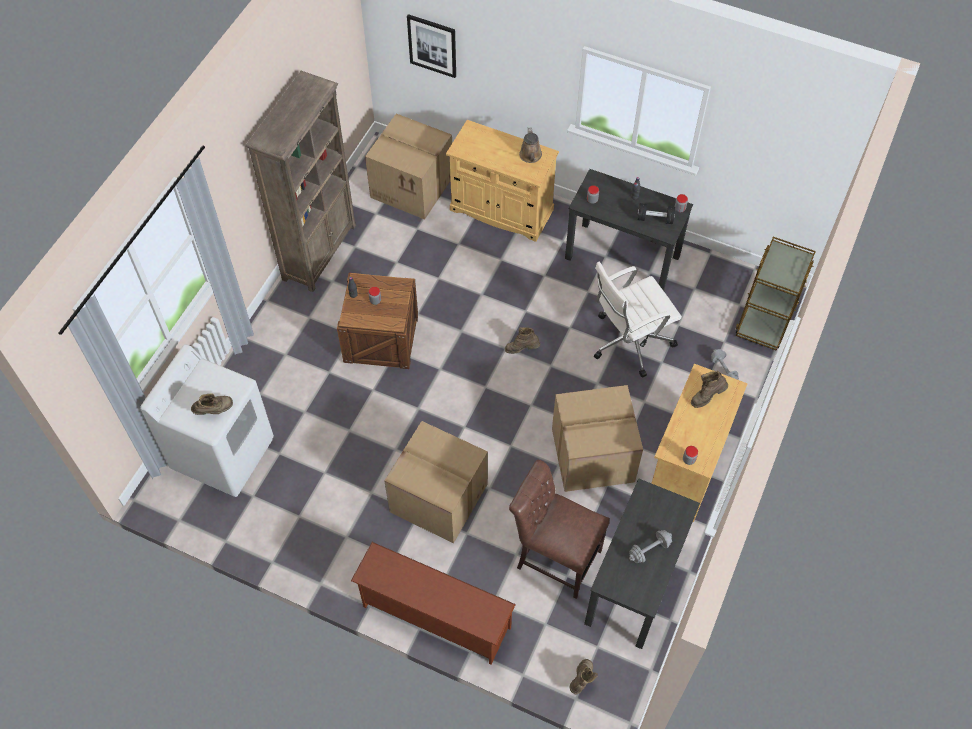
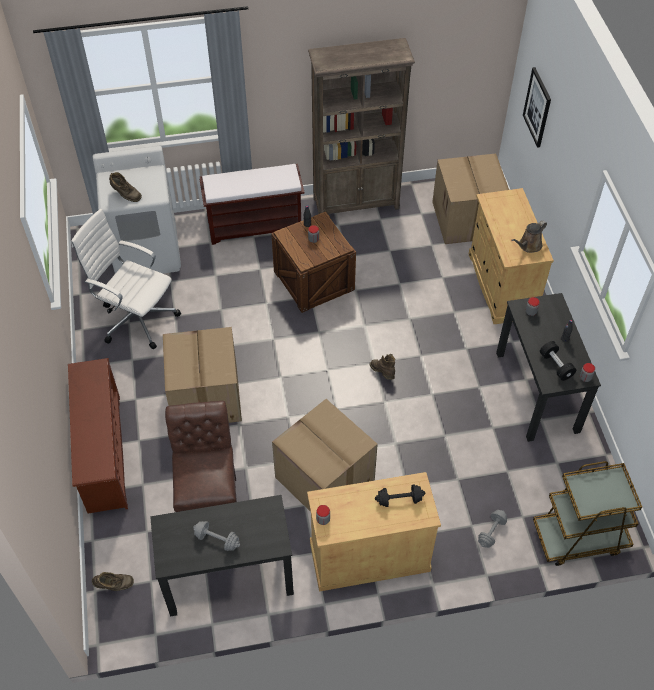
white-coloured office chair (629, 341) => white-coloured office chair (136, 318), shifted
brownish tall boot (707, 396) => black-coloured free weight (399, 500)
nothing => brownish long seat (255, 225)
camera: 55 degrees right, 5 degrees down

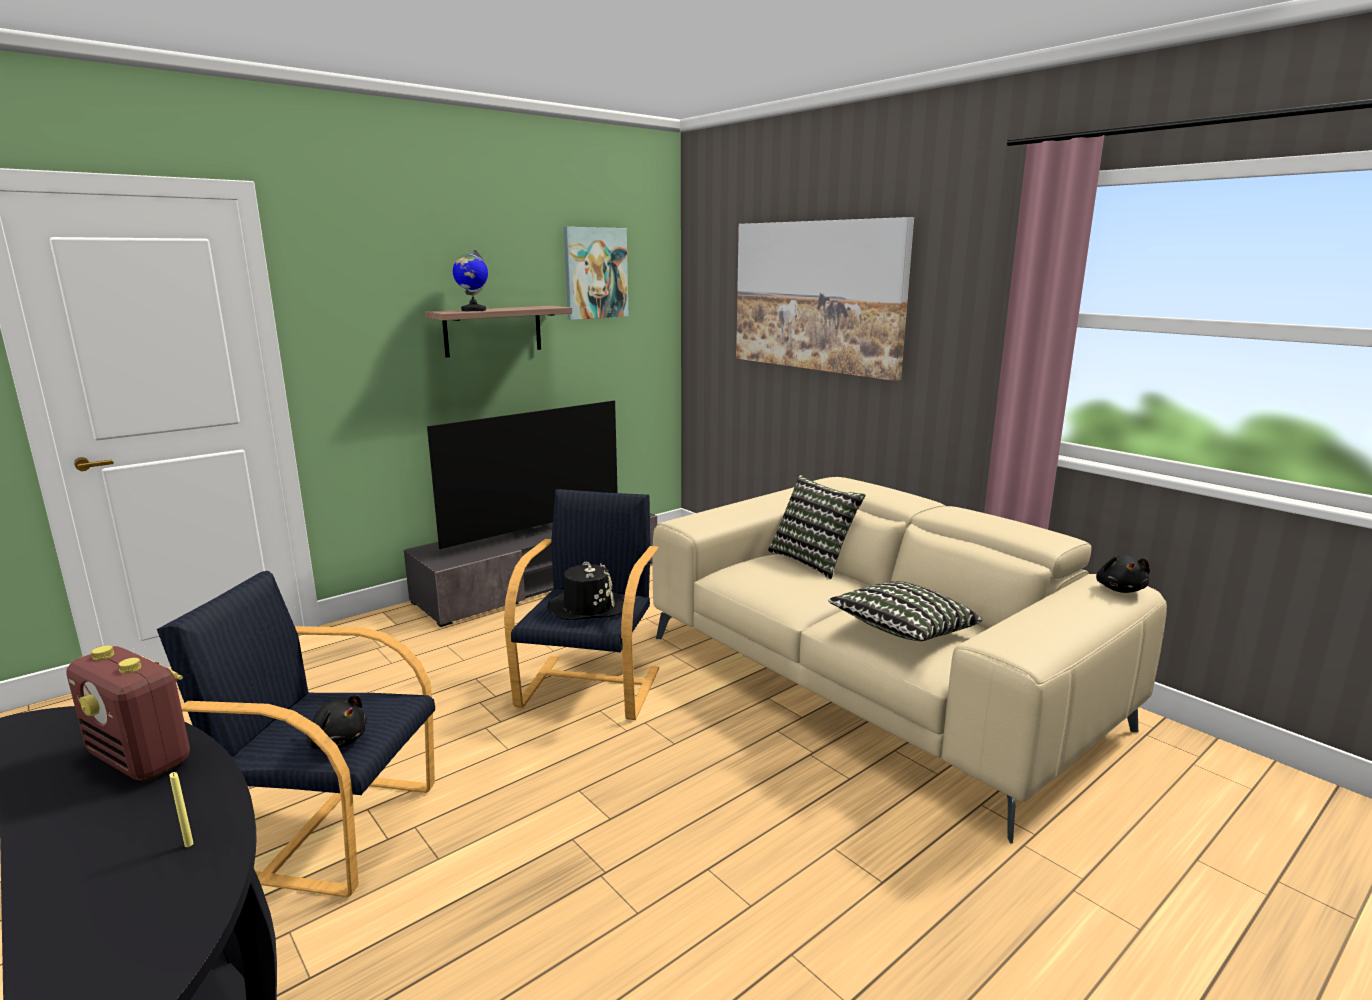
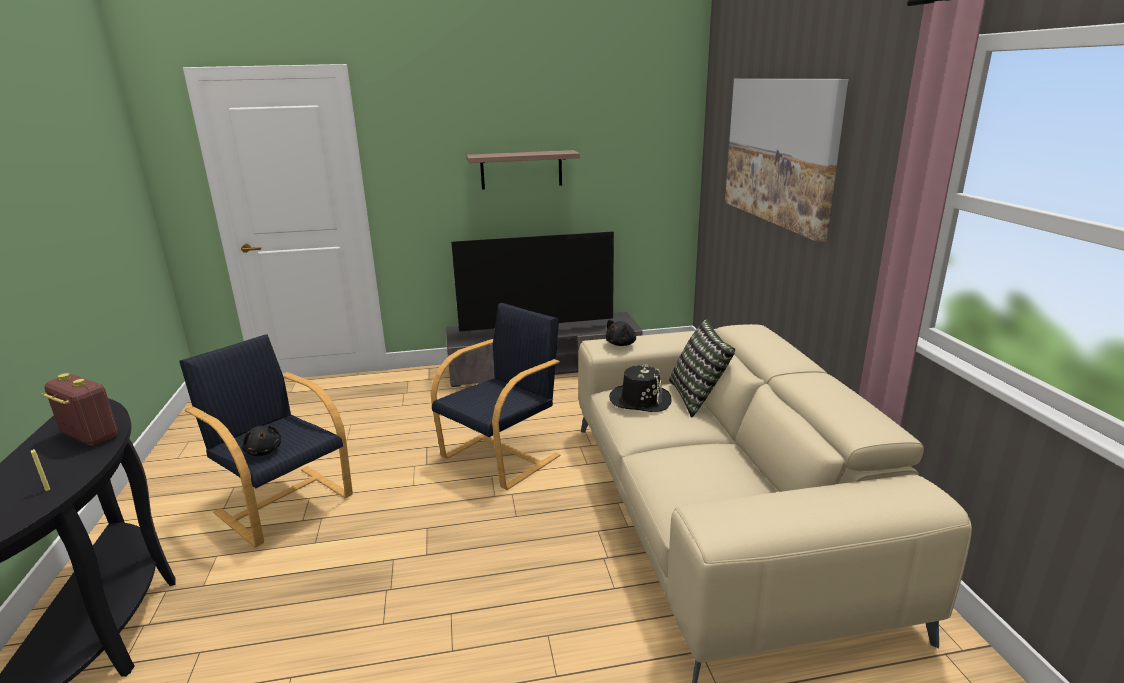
picture (595, 273) => nothing
globe (473, 310) => nothing
black-coloured soft toy (1120, 589) => black-coloured soft toy (622, 344), shifted
black-coloured wearable hat (587, 607) => black-coloured wearable hat (640, 400), shifted
pillow (902, 632) => nothing
radio (141, 759) => radio (89, 436), 150 degrees clockwise
camera: 30 degrees right, 5 degrees up

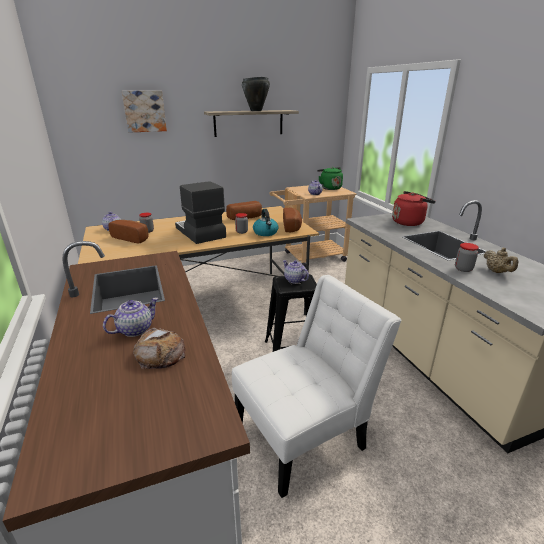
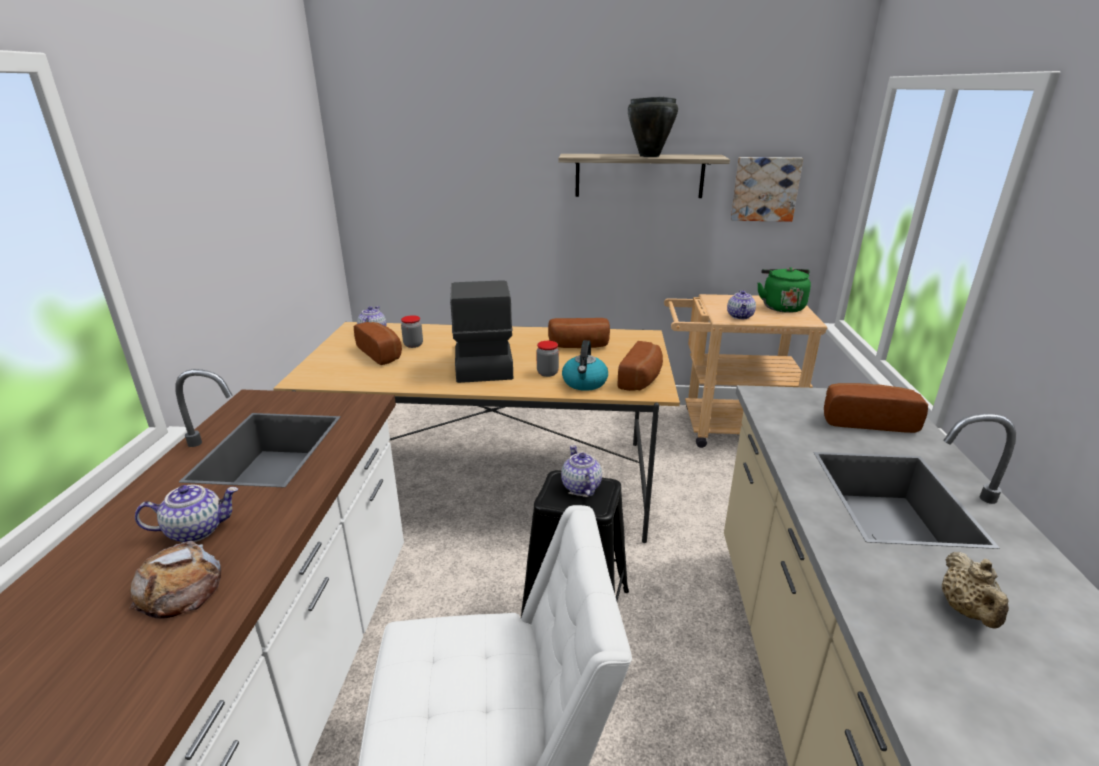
picture (144, 111) => picture (764, 189), shifted
red water kettle (409, 222) => bakery bread (866, 420)
preserve jar (463, 269) => nothing
camera: 25 degrees right, 0 degrees up

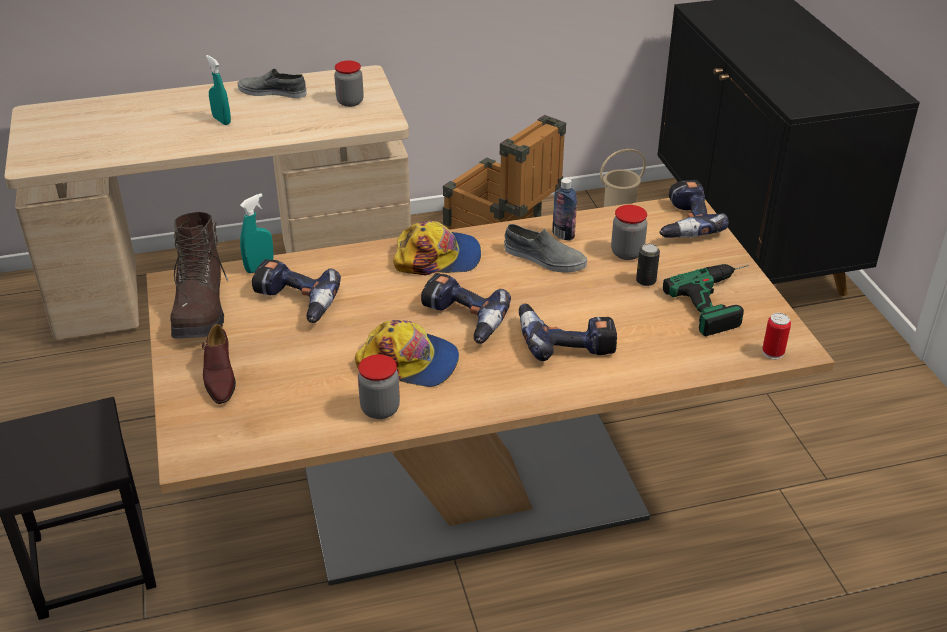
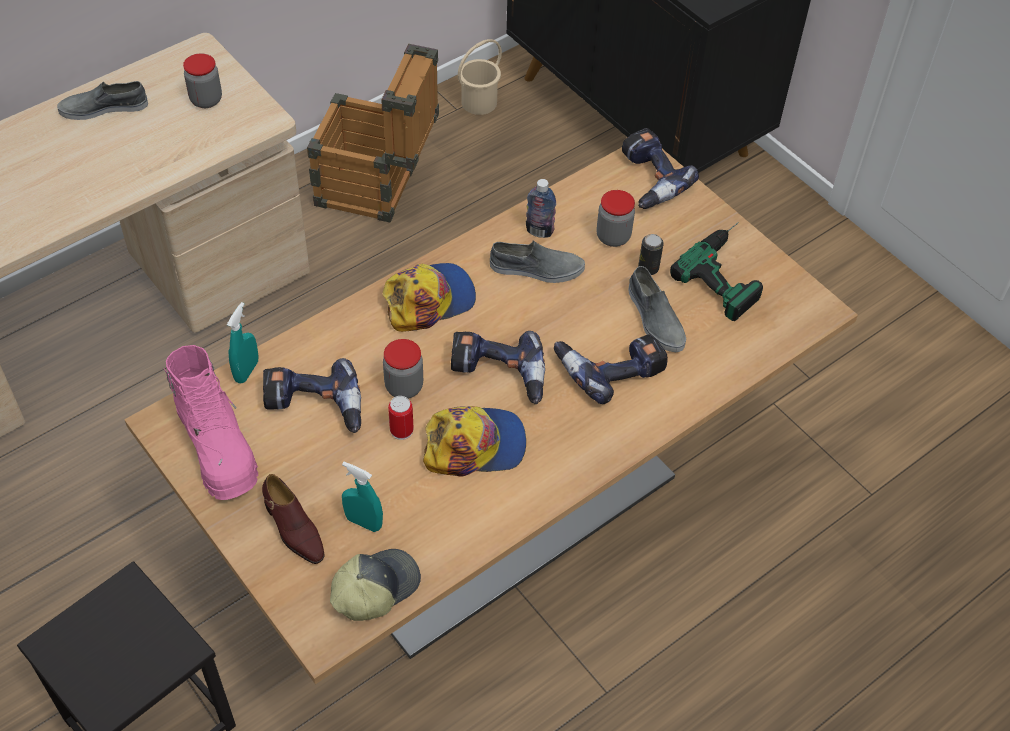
blue-green sprayer (221, 120) => blue-green sprayer (363, 522), shifted
brownish tall boot (201, 309) => pink-coloured tall boot (218, 448)
metal can (773, 352) => metal can (401, 430), shifted
preserve jar (380, 409) => preserve jar (404, 387), shifted
nothing => grey shoe (654, 318)
nothing => peaked cap (374, 588)
camera: 25 degrees left, 15 degrees up

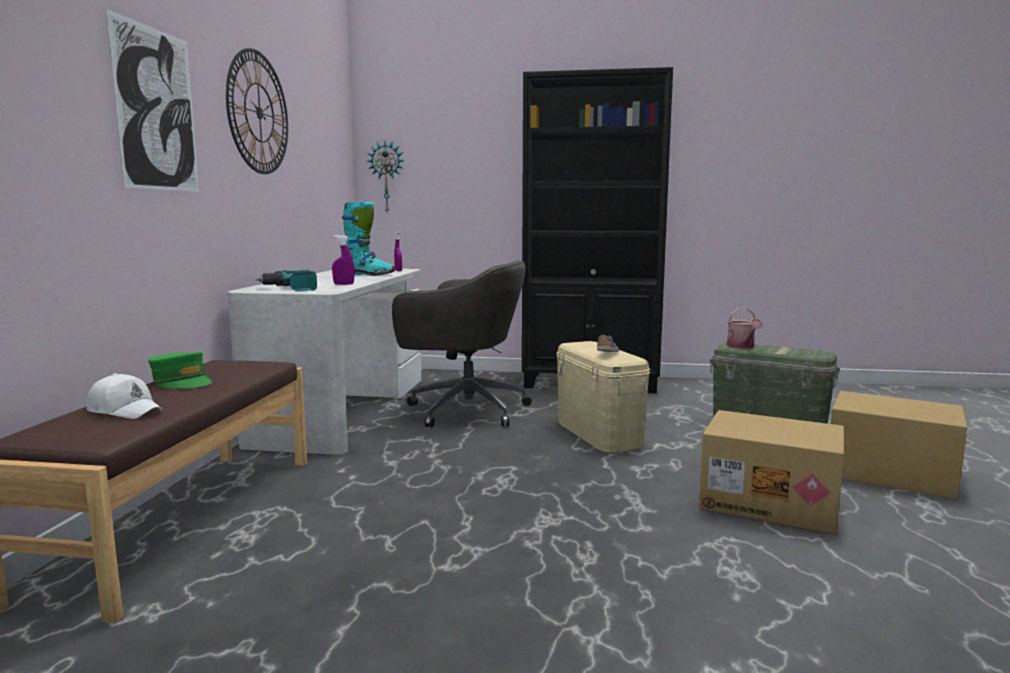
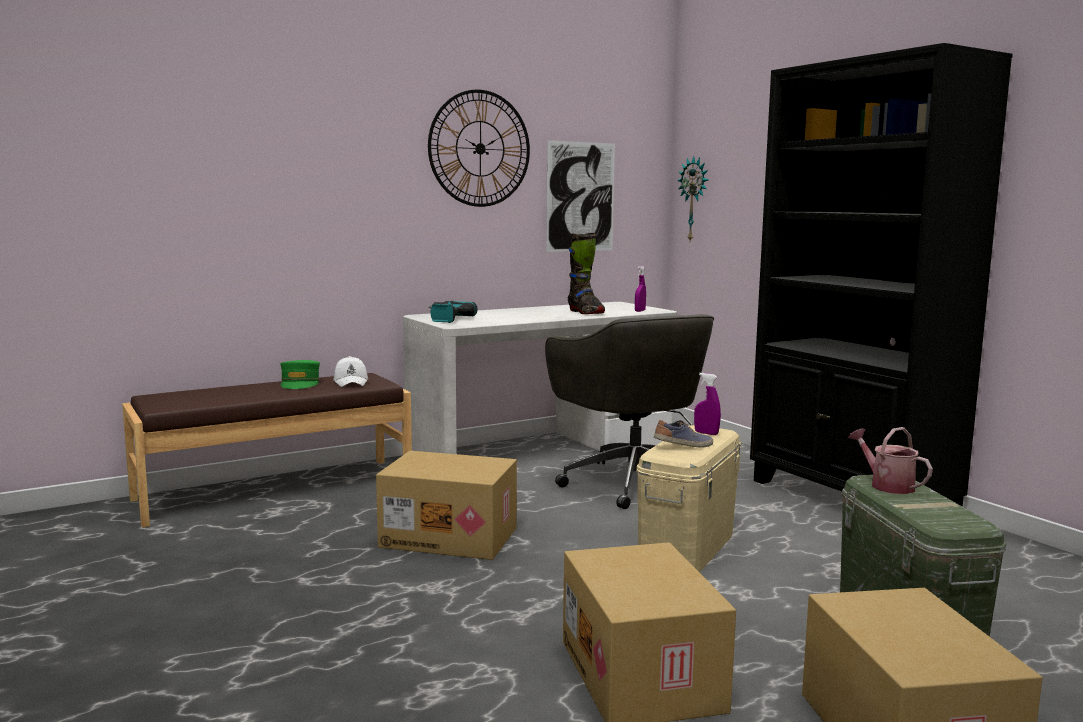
picture (157, 109) => picture (580, 197), shifted
blue-green tall boot (369, 275) => black-coloured tall boot (585, 312)
purple sprayer (343, 284) => purple sprayer (706, 433), shifted
sprinkling can (742, 346) => sprinkling can (887, 485), 105 degrees clockwise
white-coloured peaked cap (125, 410) => white-coloured peaked cap (351, 382), shifted
nothing => packing box (451, 537)
camera: 50 degrees right, 0 degrees up

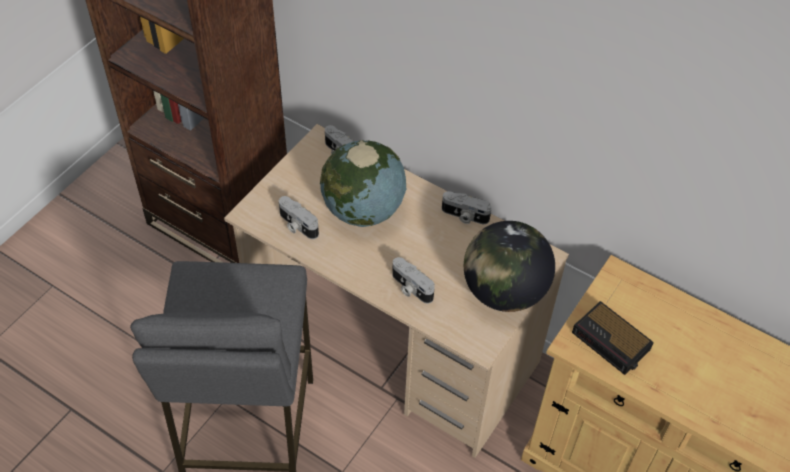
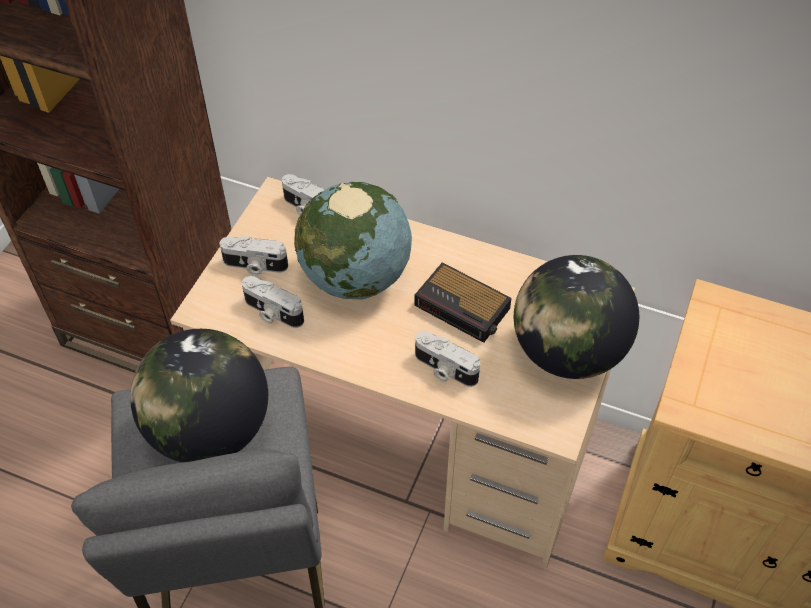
photo camera (464, 216) => photo camera (254, 266), shifted
bedside clock (612, 342) => bedside clock (464, 308), shifted
nothing => globe (210, 430)
camera: 10 degrees left, 0 degrees up

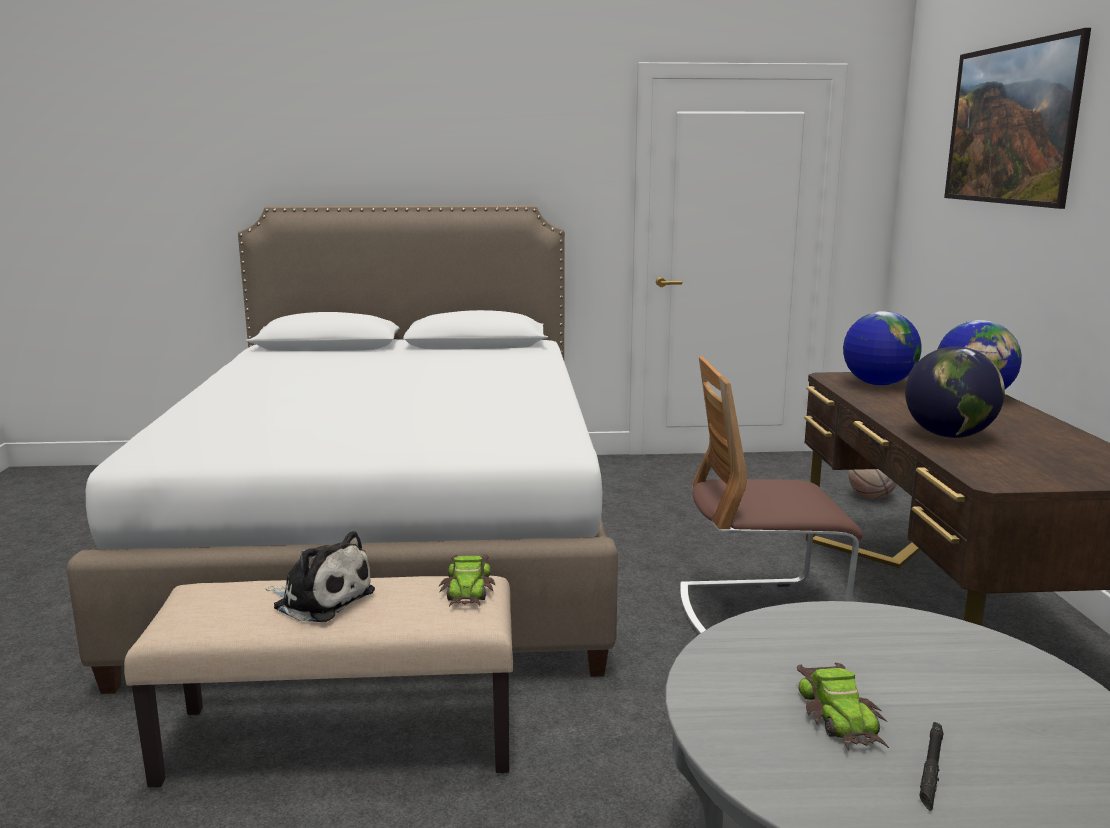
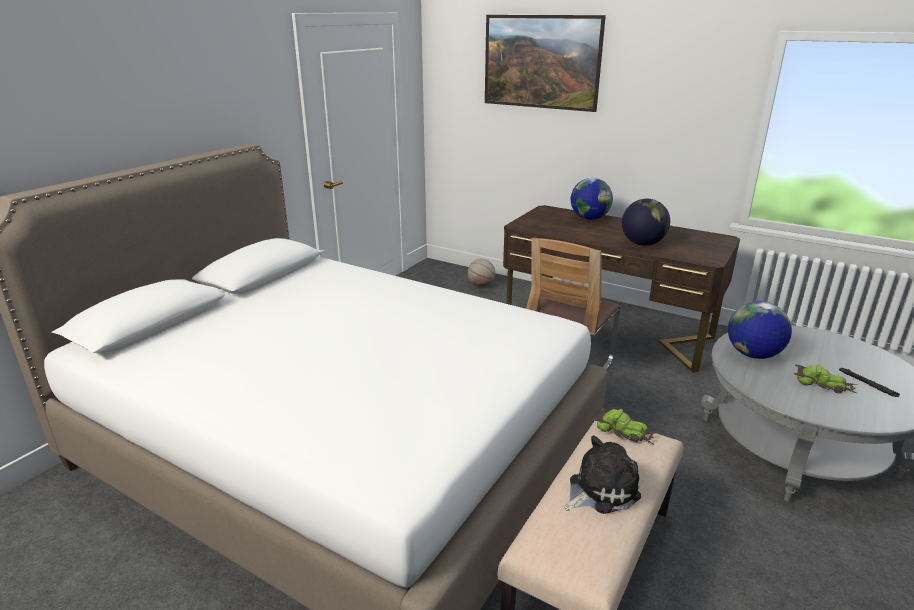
globe (877, 384) => globe (752, 354), shifted
camera: 55 degrees left, 10 degrees up

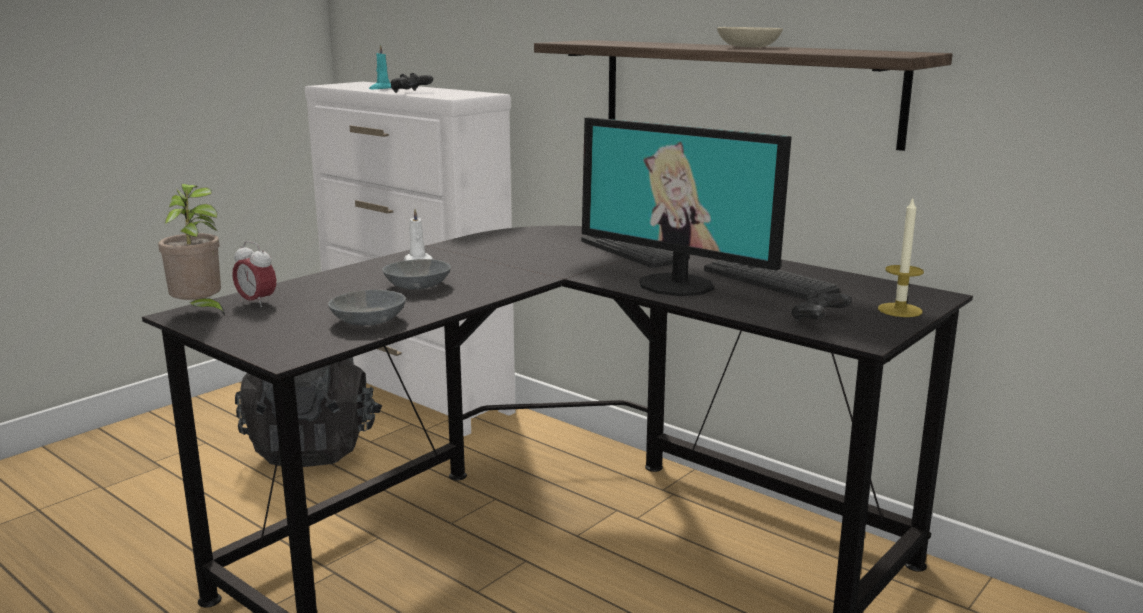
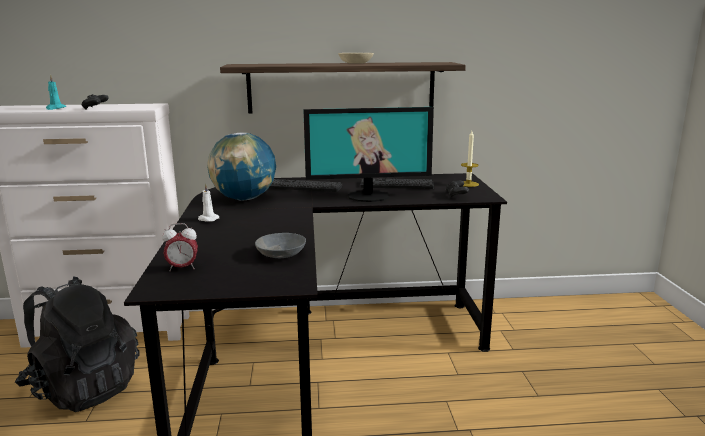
houseplant (200, 312) => nothing
grey serving bowl (419, 285) => nothing
nothing => globe (244, 199)
camera: 45 degrees left, 0 degrees up

